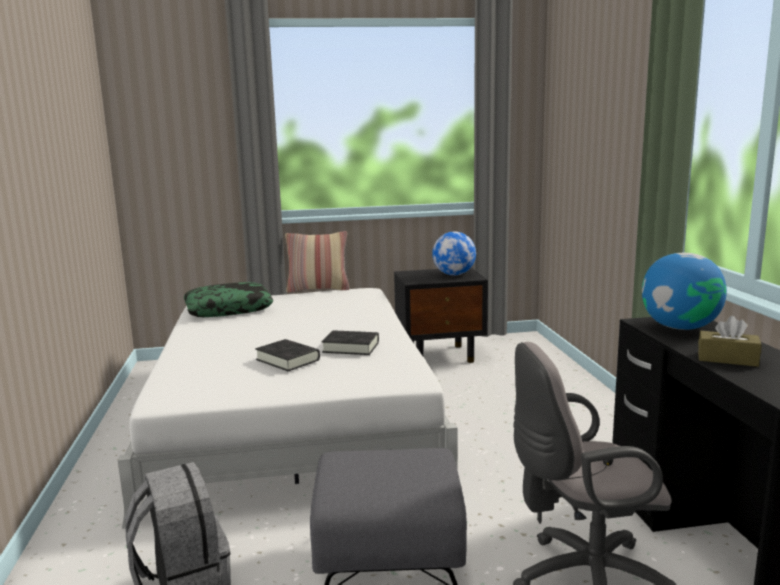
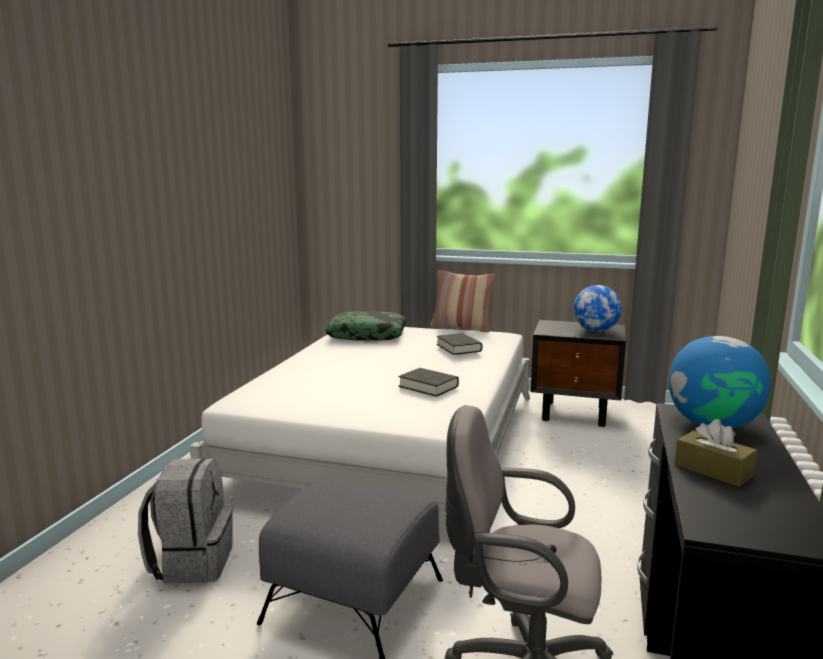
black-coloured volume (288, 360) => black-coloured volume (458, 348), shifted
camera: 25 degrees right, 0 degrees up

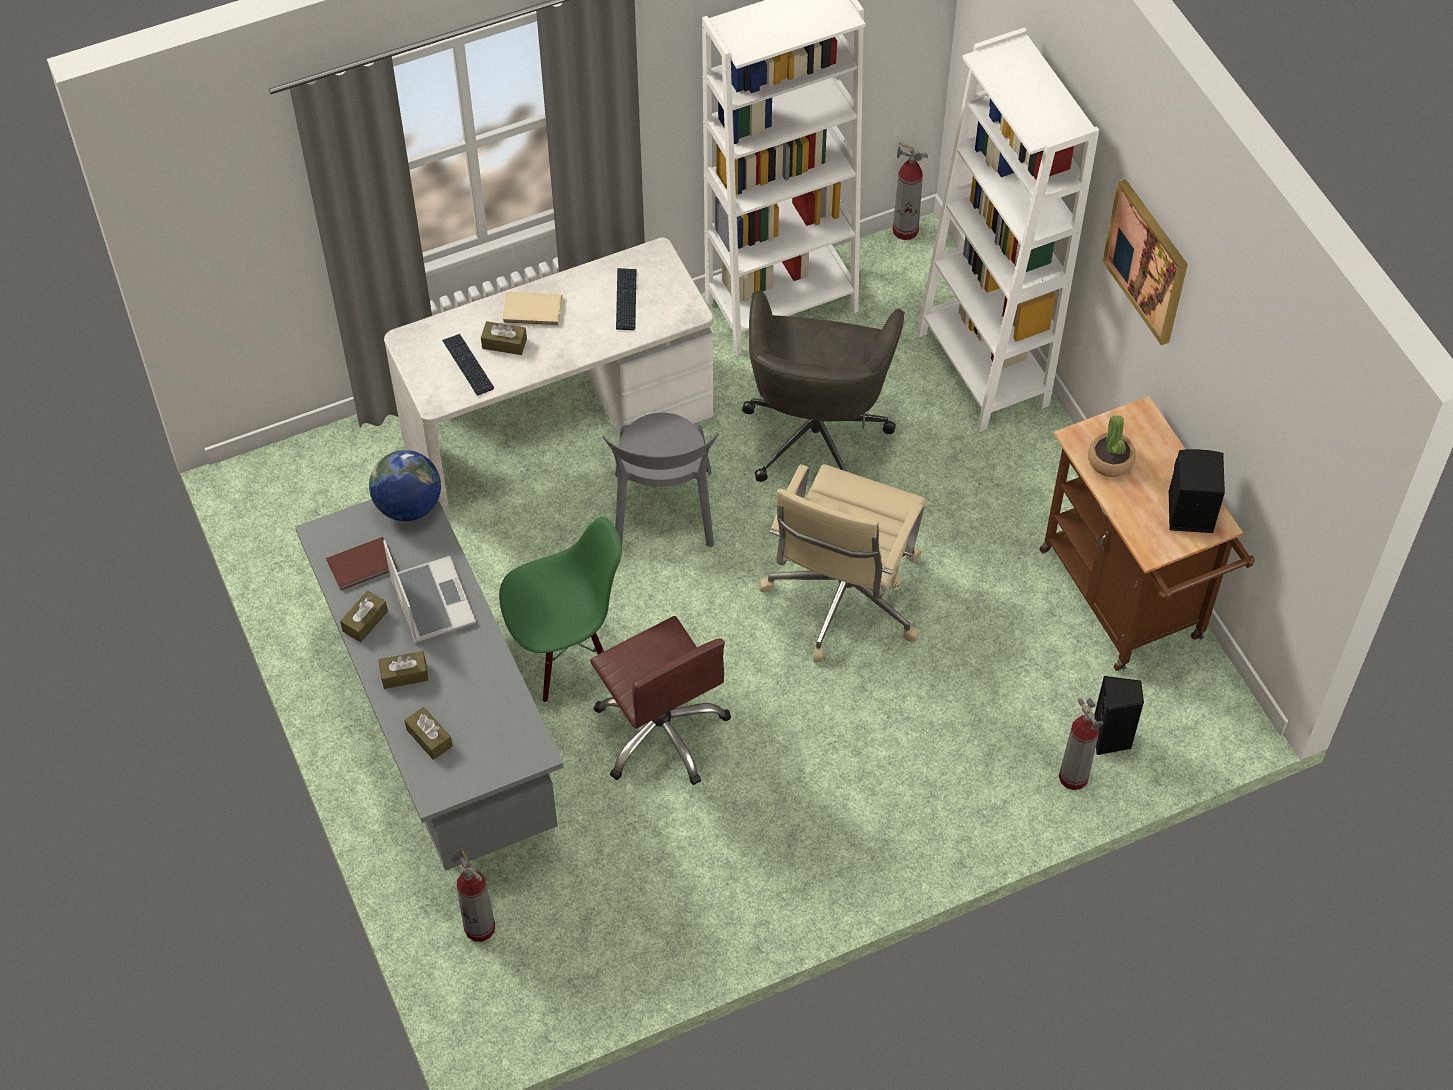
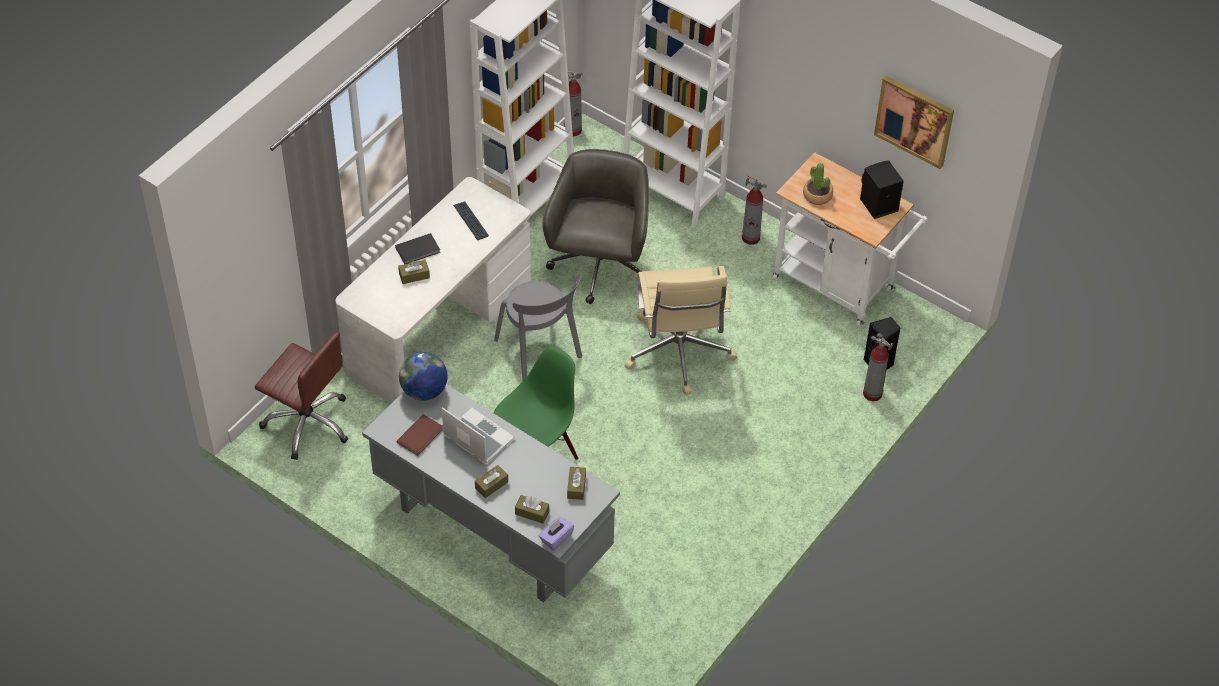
picture (1147, 261) => picture (914, 121), shifted
grey office chair (816, 433) => grey office chair (599, 267), 150 degrees counterclockwise
beige-coloured volume (533, 311) => black-coloured volume (418, 250)
keyboard (468, 365) => nothing
brownish wheeled cart (1127, 603) => white-coloured wheeled cart (840, 287)
brownish tissue holder (365, 621) => brownish tissue holder (576, 487), shifted
brownish office chair (661, 731) => brownish office chair (308, 422), shifted
fire-fighting cylinder (480, 928) => fire-fighting cylinder (751, 238), shifted
nothing => purple tissue holder (556, 538)
camera: 30 degrees left, 5 degrees down

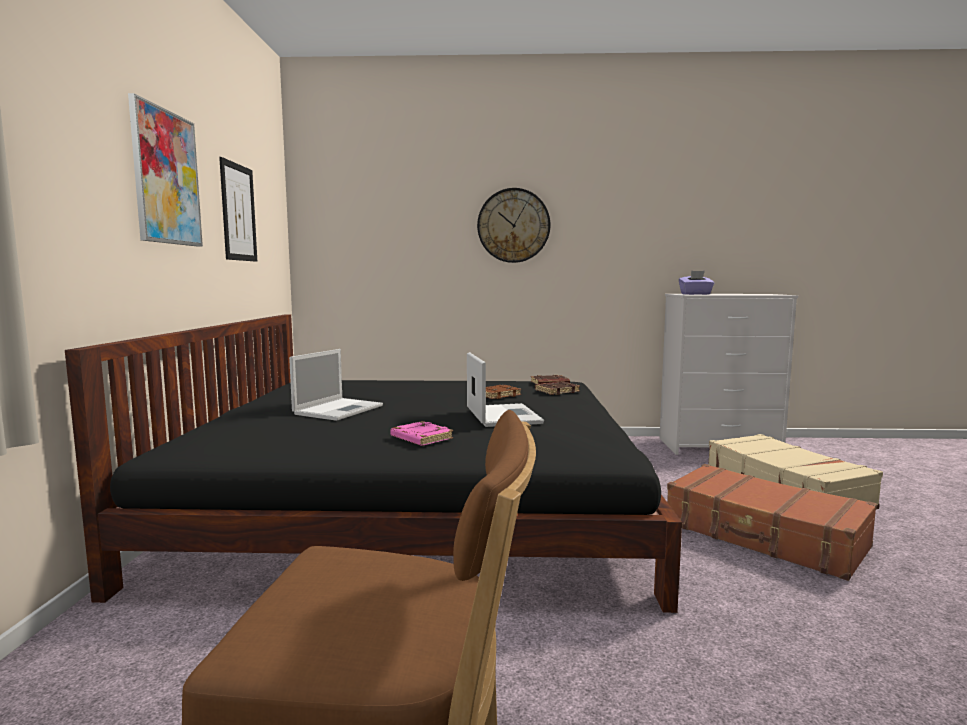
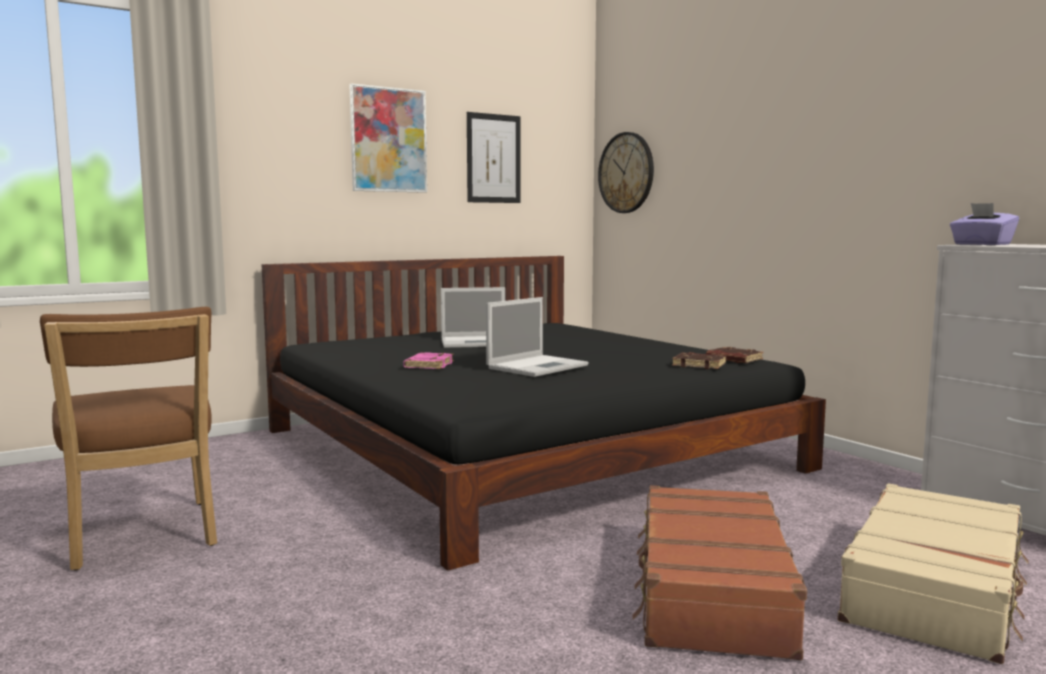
wall clock (513, 225) => wall clock (626, 173), shifted
brownish volume (497, 395) => nothing
camera: 55 degrees right, 0 degrees up

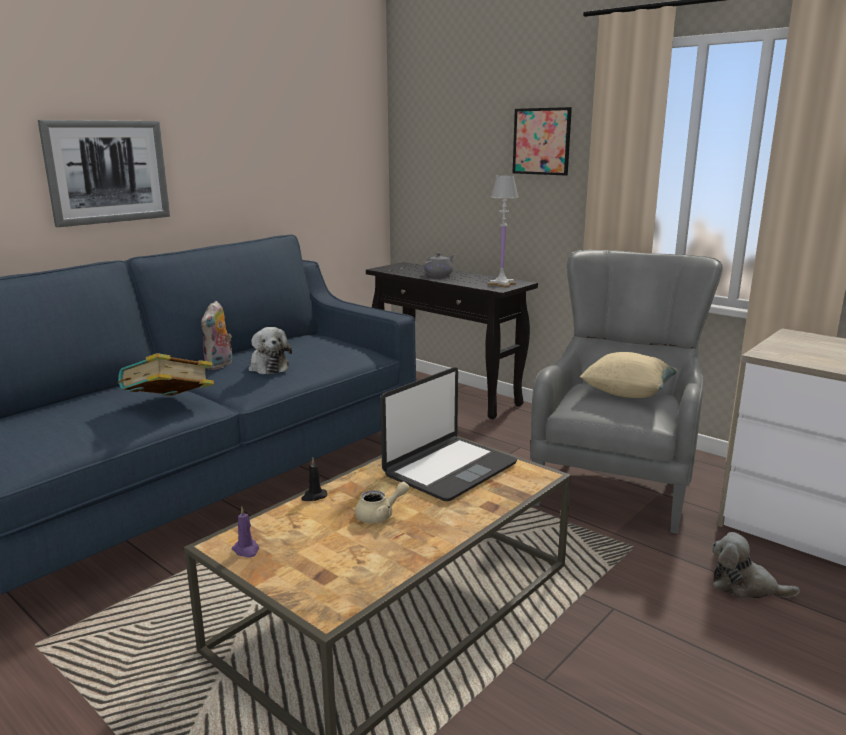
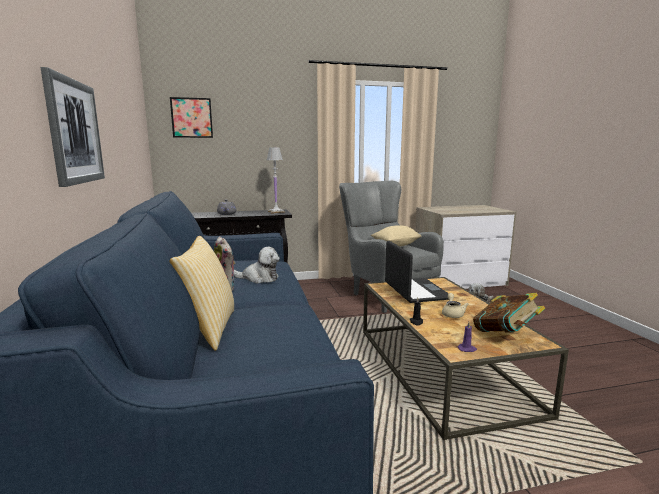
picture (541, 141) => picture (191, 117), shifted
volume (169, 405) => volume (505, 335), shifted
nothing => pillow (208, 329)
camera: 55 degrees left, 5 degrees down

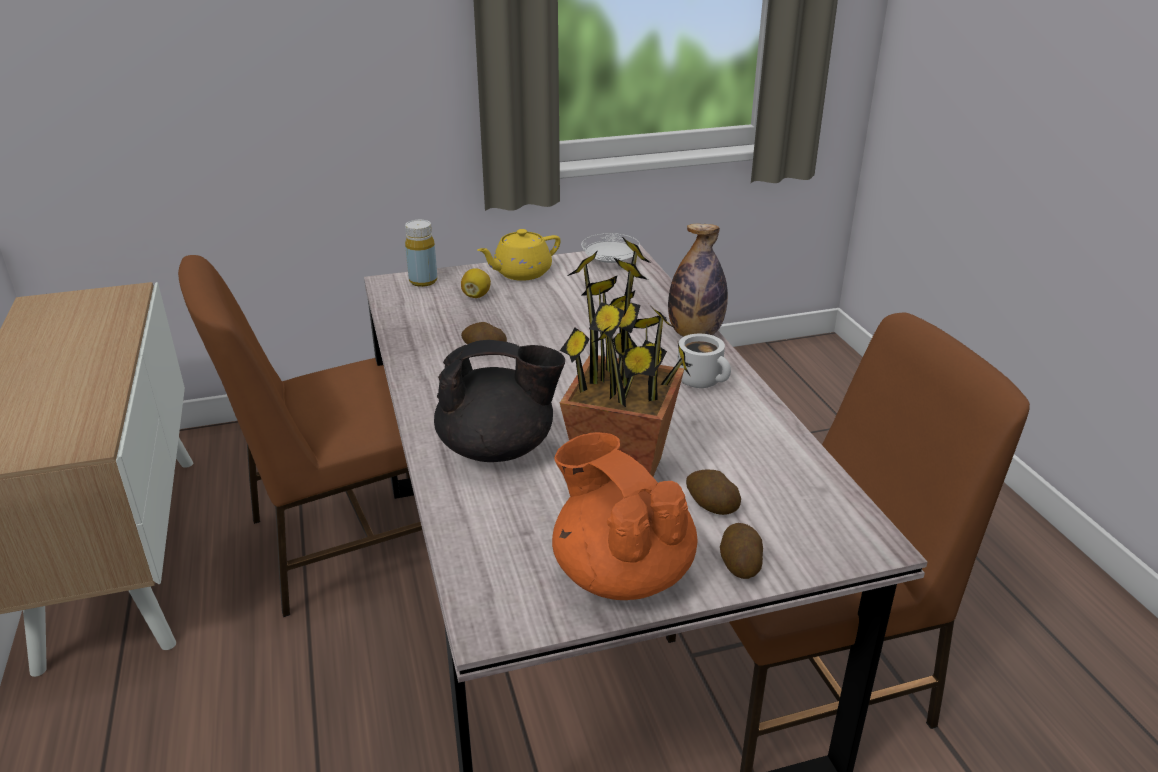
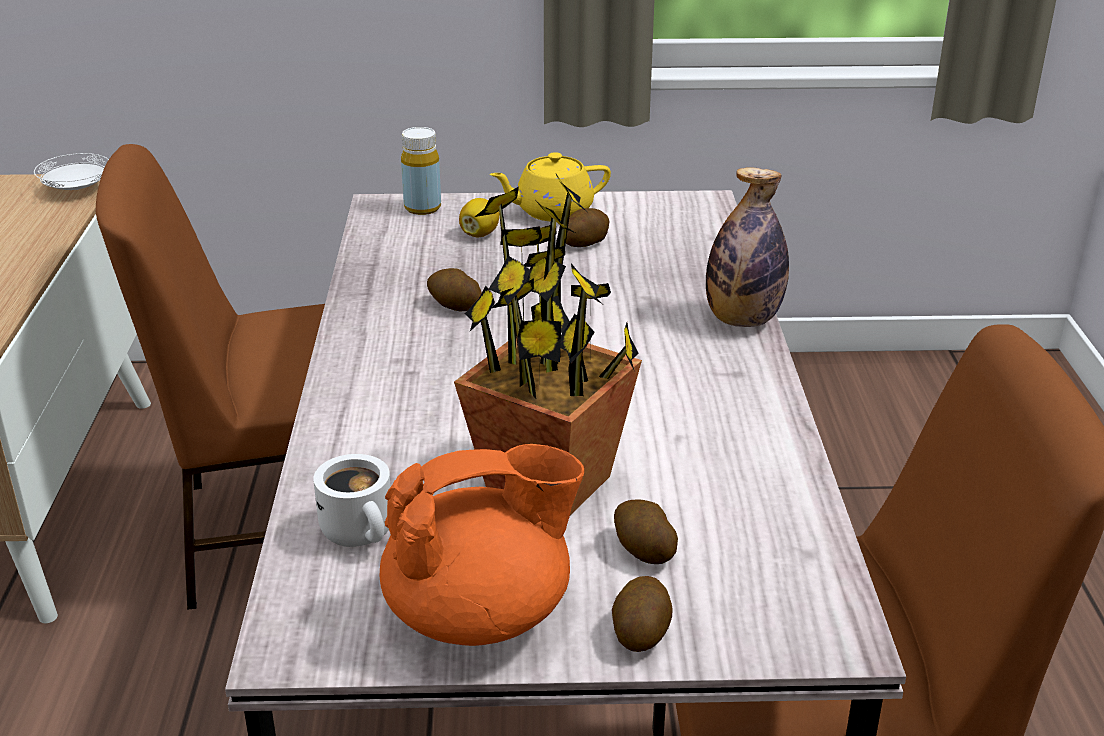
white-coloured dinner plate (610, 262) => white-coloured dinner plate (77, 189), shifted
white-coloured tea mug (703, 381) => white-coloured tea mug (363, 532), shifted
black-coloured teapot (498, 448) => nothing
orange-coloured teapot (621, 572) => orange-coloured teapot (481, 614), 90 degrees clockwise
nothing => potato (585, 242)
camera: 15 degrees right, 0 degrees up

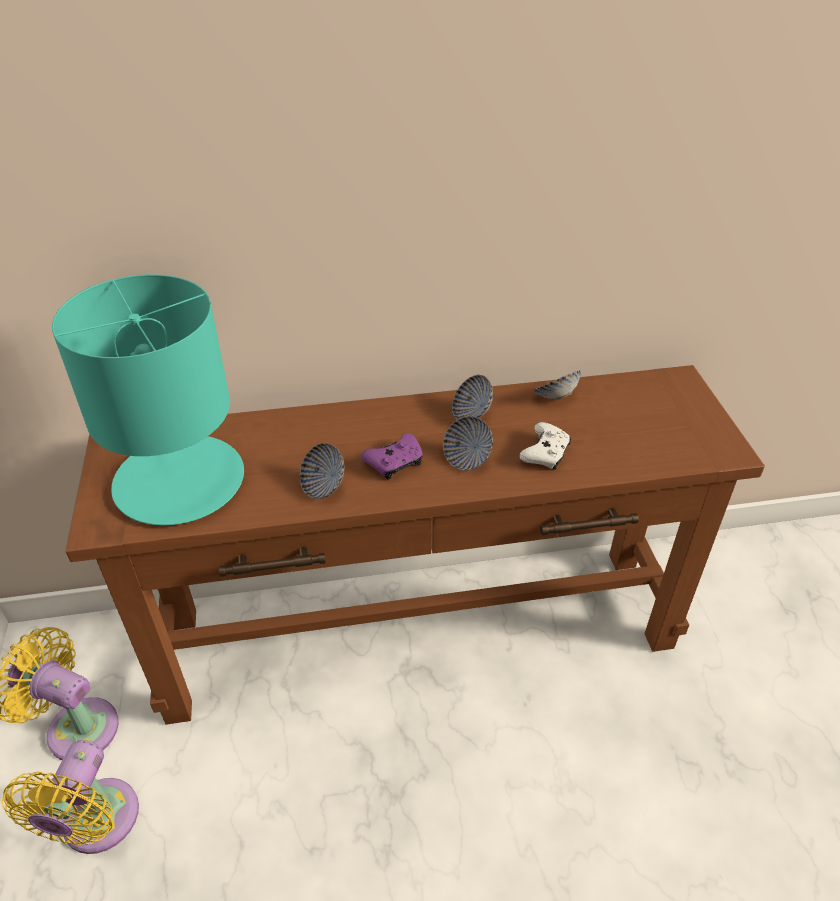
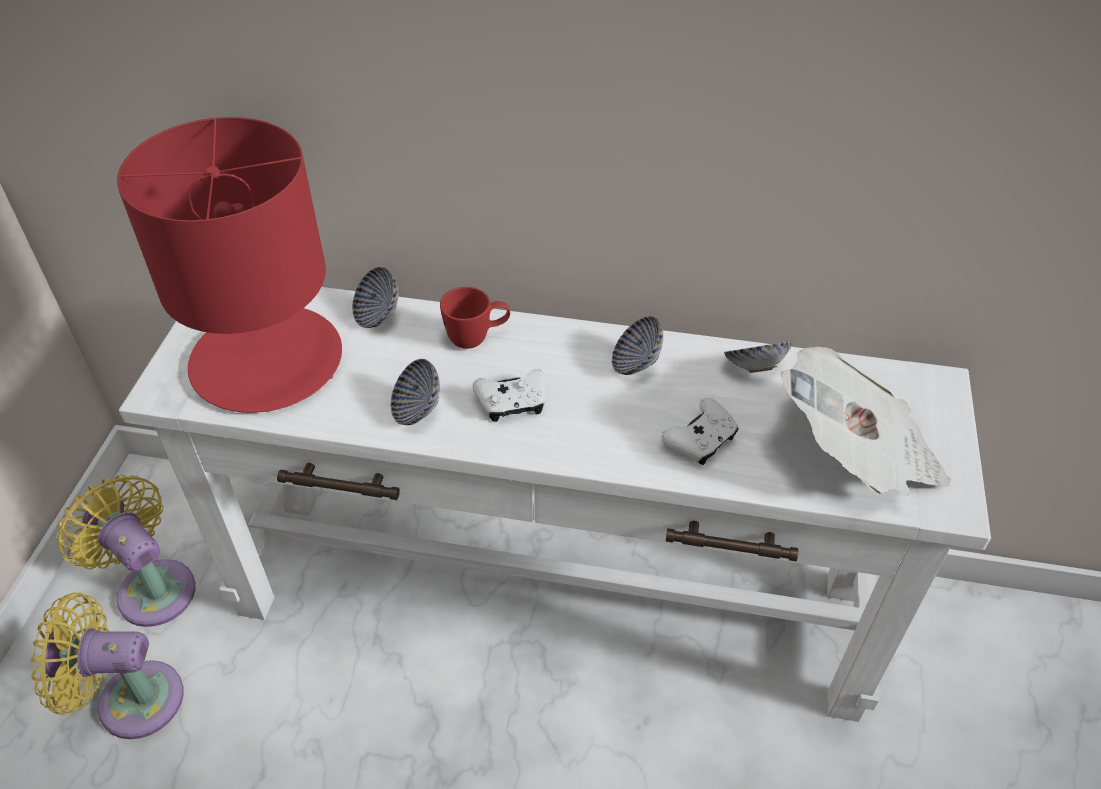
blue-green lamp for a table (179, 480) => red lamp for a table (267, 359)
brownish console table (419, 631) => white-coloured console table (551, 598)
serving bowl (467, 459) => serving bowl (377, 315), shifted
purple joypad (395, 463) => white-coloured joypad (512, 403)
yellowish fan (96, 825) => yellowish fan (131, 699), 60 degrees clockwise
nothing => red tea mug (477, 338)
nothing => newspaper (857, 455)
camera: 20 degrees right, 5 degrees up

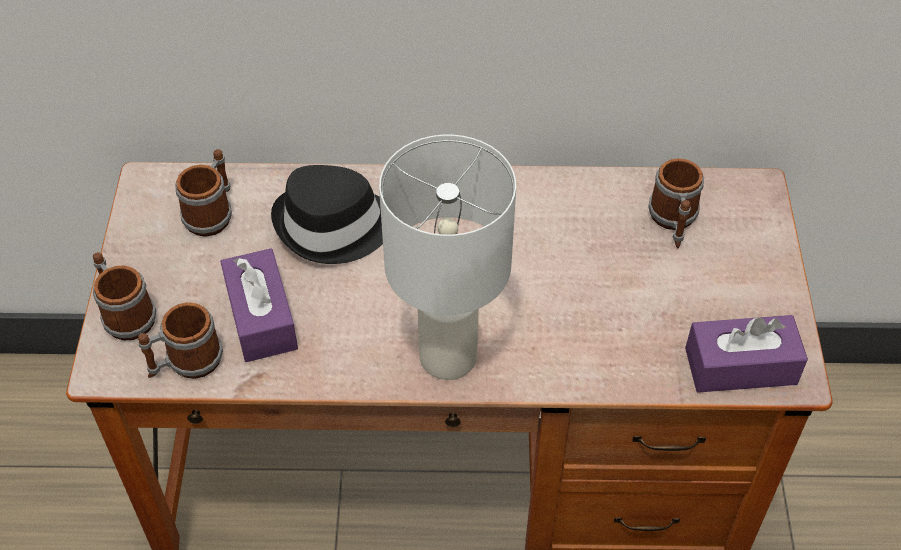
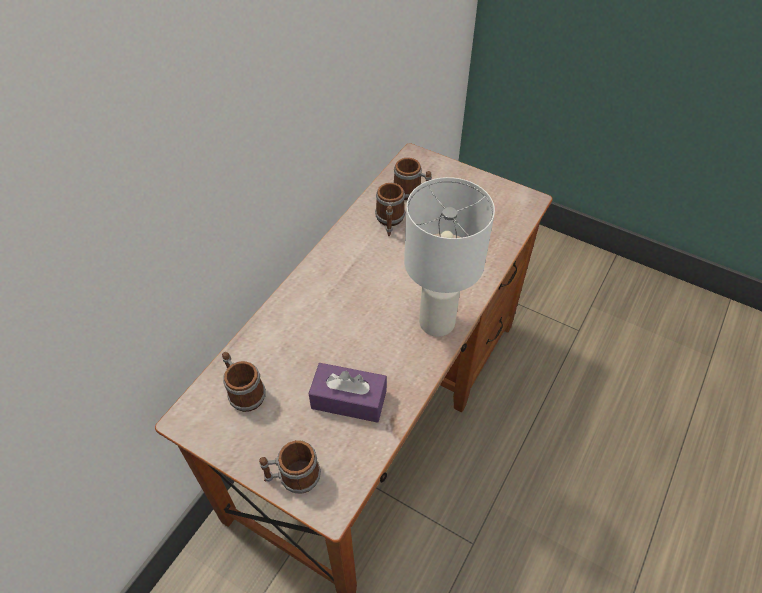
black-coloured wearable hat (333, 226) => nothing
tea mug (185, 363) => tea mug (389, 221), shifted
purple tissue holder (740, 366) => nothing
camera: 60 degrees left, 0 degrees up

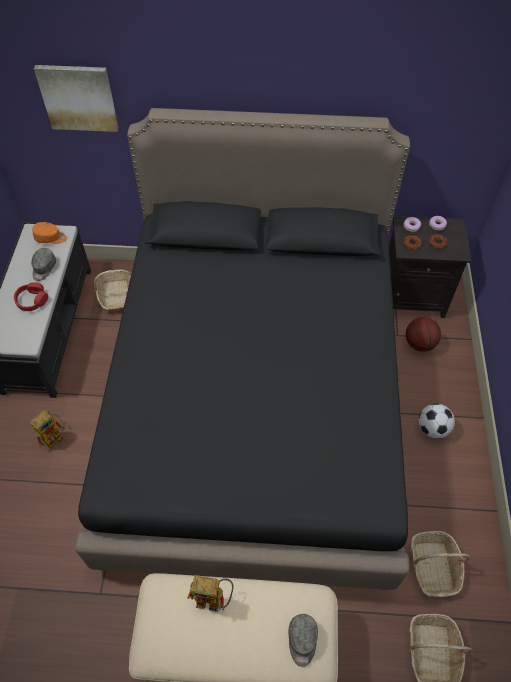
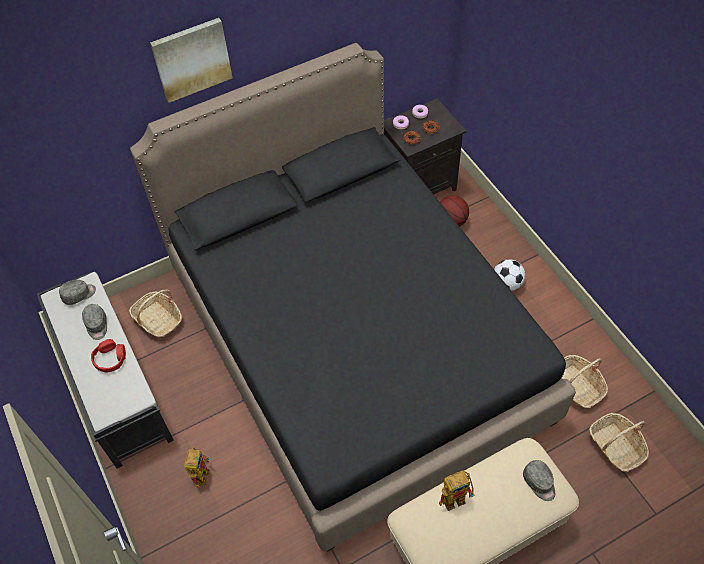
picture (78, 97) => picture (191, 59), shifted
orange-coloured peaked cap (50, 238) => grey peaked cap (79, 294)
camera: 30 degrees left, 0 degrees up

